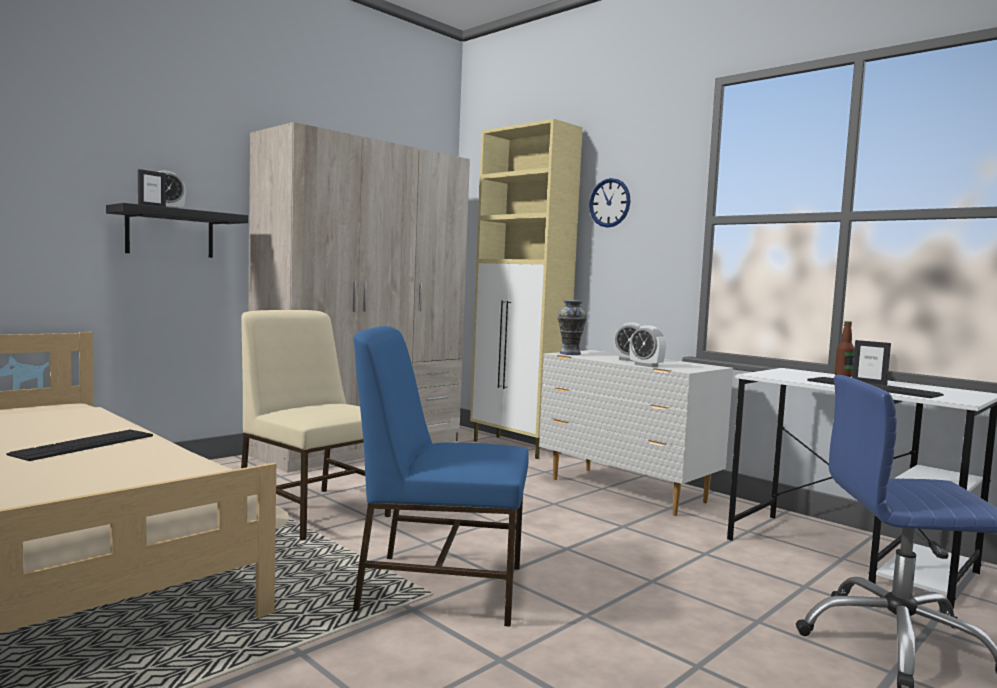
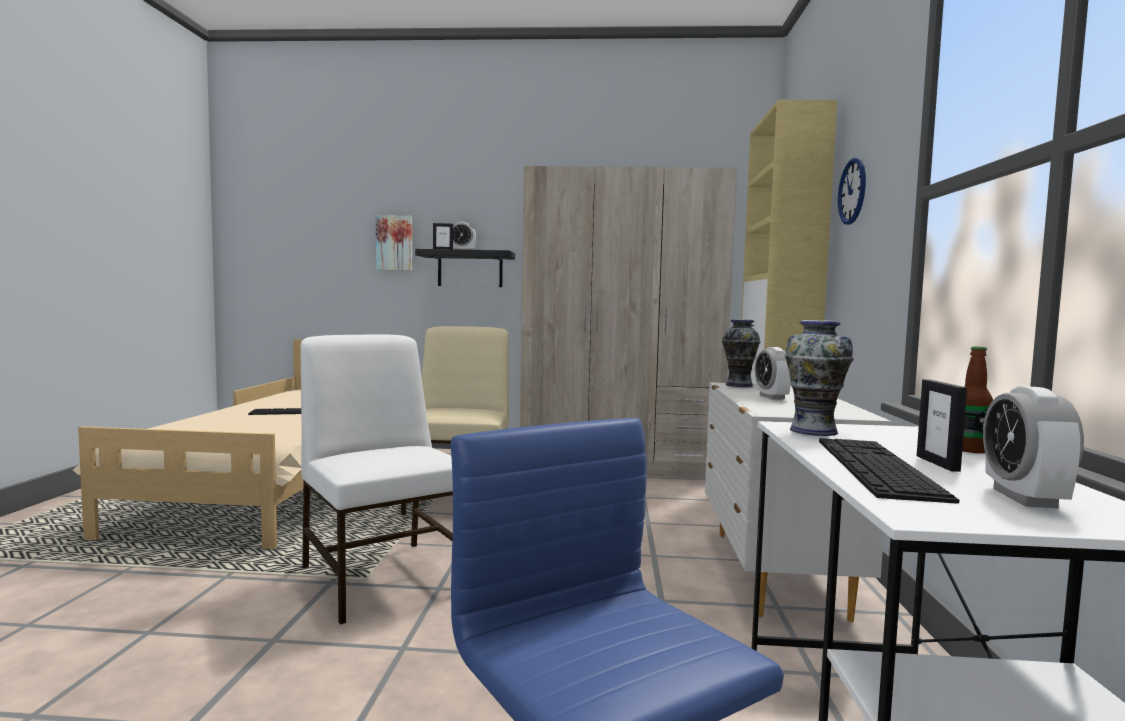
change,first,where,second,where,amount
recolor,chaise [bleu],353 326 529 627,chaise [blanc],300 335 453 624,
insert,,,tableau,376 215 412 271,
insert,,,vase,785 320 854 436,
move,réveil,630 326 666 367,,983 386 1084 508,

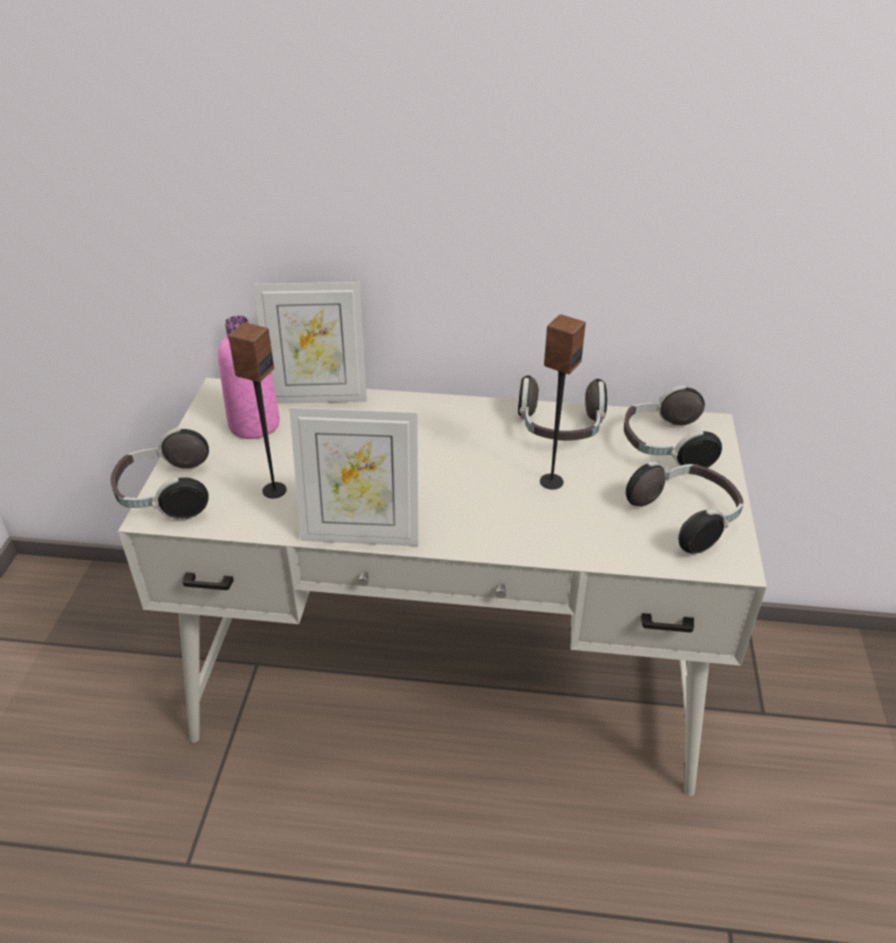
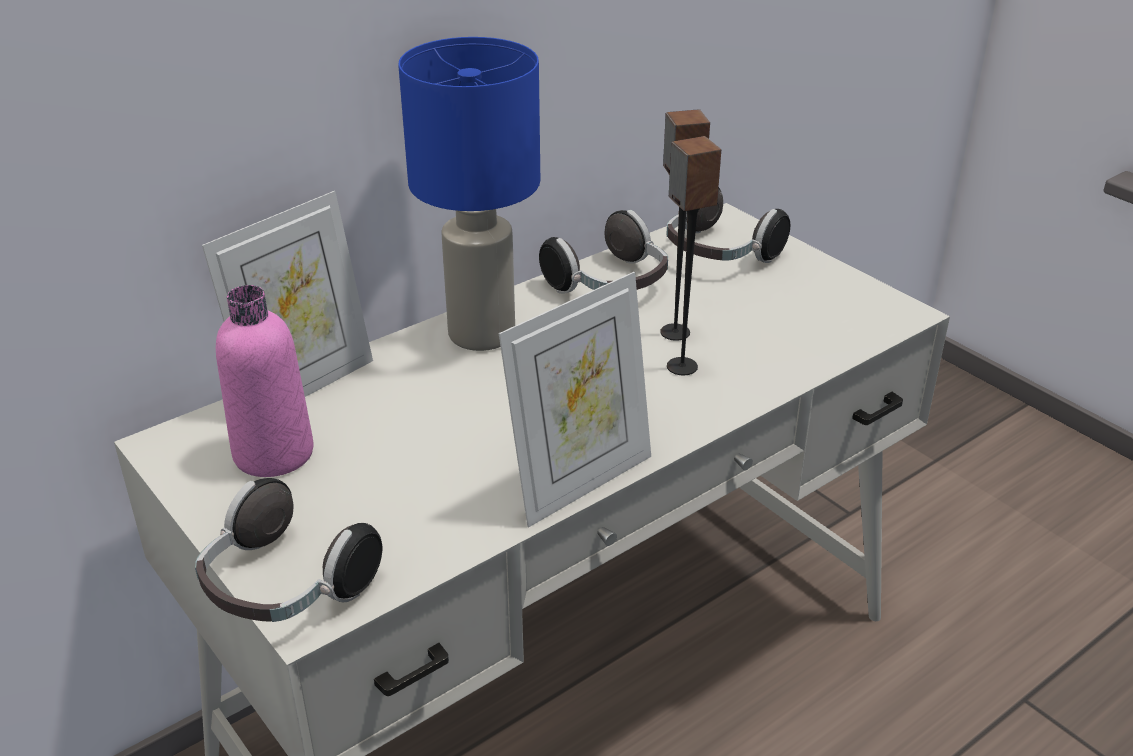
change,first,where,second,where,amount
insert,,,lampe de table [bleu],398 37 540 351,
move,enceinte,228 323 287 498,,667 136 721 375,
delete,casque audio,626 461 744 554,,,

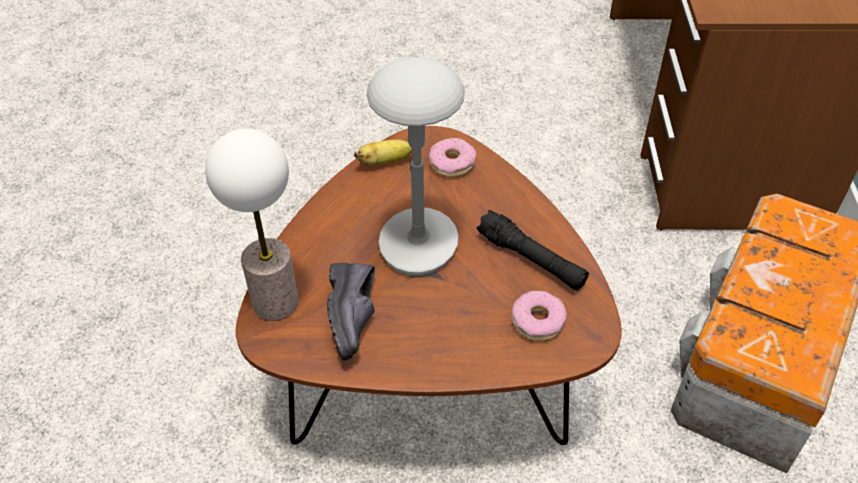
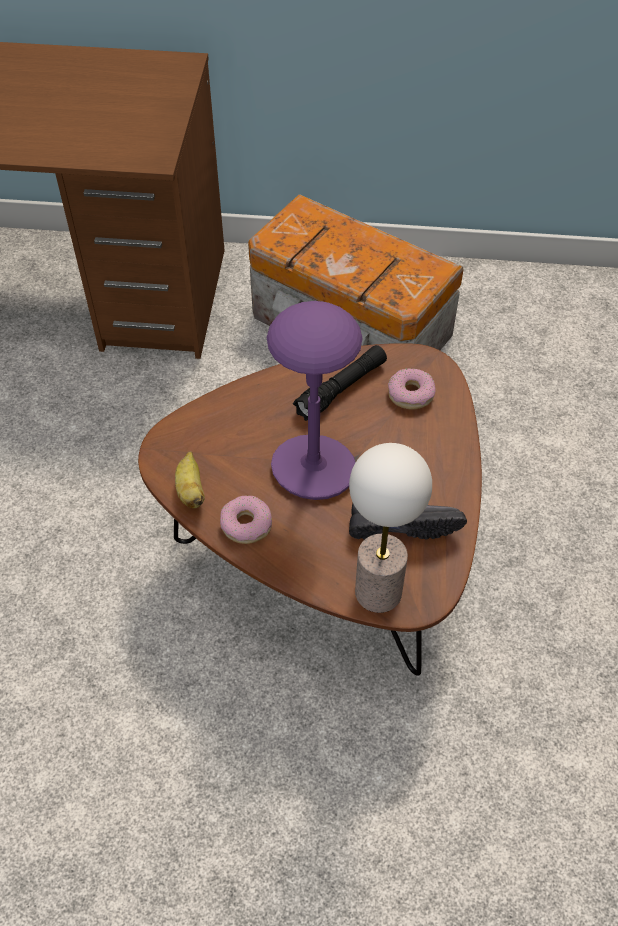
change,first,where,second,where,amount
move,beignet,429 138 476 177,,220 495 272 544,
recolor,lampe de table [gris],366 57 465 276,lampe de table [violet],266 301 363 500,

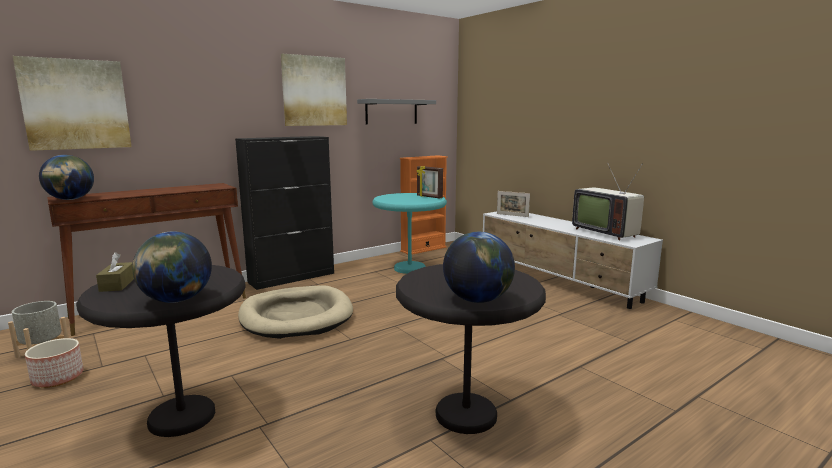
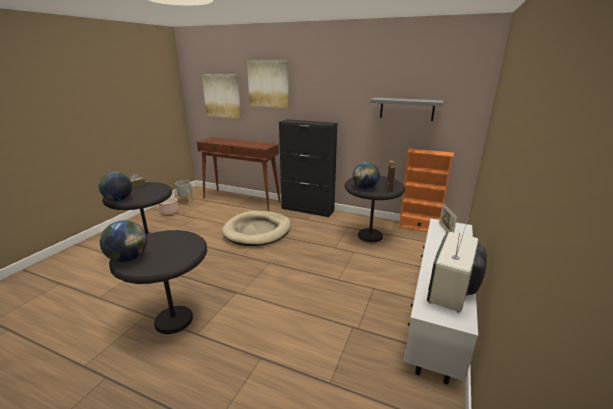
change,first,where,second,where,amount
move,tableau,281 54 347 126,,247 60 289 108,
recolor,table d'appoint [turquoise],373 193 447 274,table d'appoint [noir],345 176 405 242,
move,globe,39 155 94 200,,353 162 380 189,

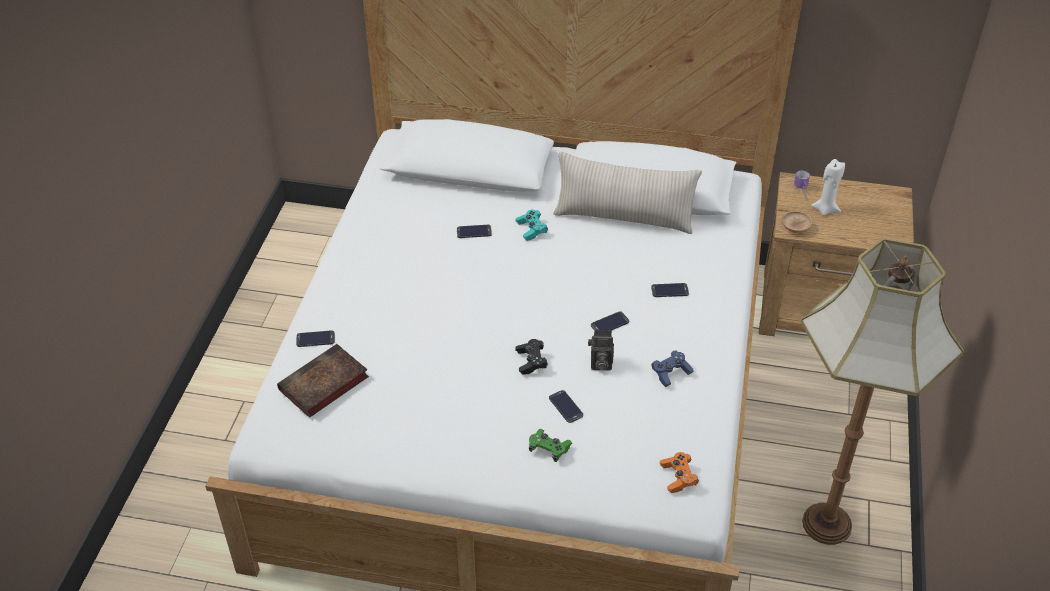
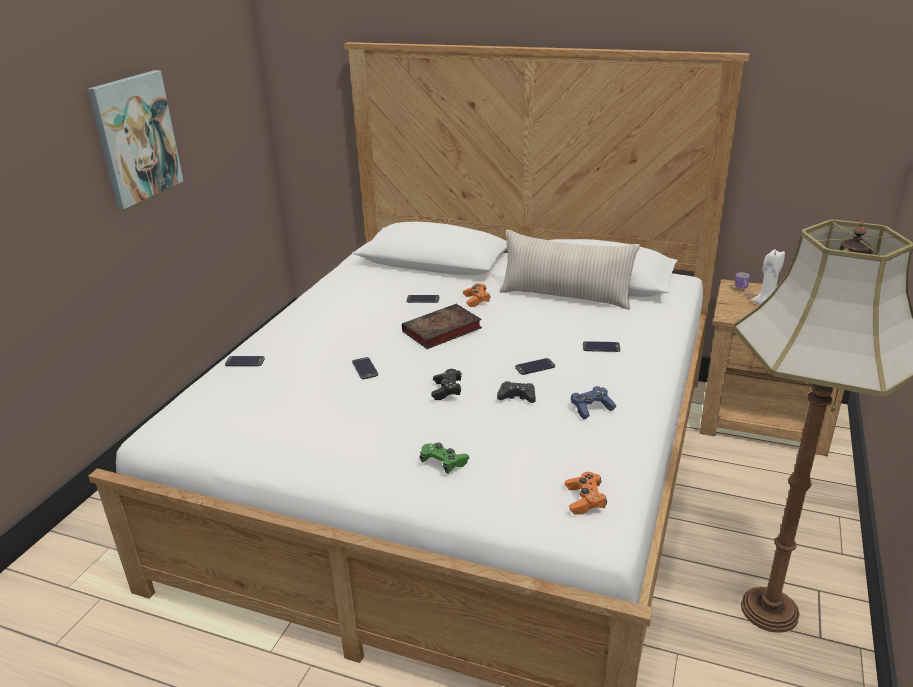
change,first,where,second,where,amount
insert,,,tableau,88 70 183 209,
move,téléphone,549 390 583 423,,352 357 378 379,
move,livre,277 344 369 418,,402 304 482 349,
recolor,manette [turquoise],515 210 548 241,manette [orange],463 283 490 307,
replace,appareil photo,588 330 614 370,manette [noir],497 381 535 403,
delete,bol [marron],782 211 812 233,,,

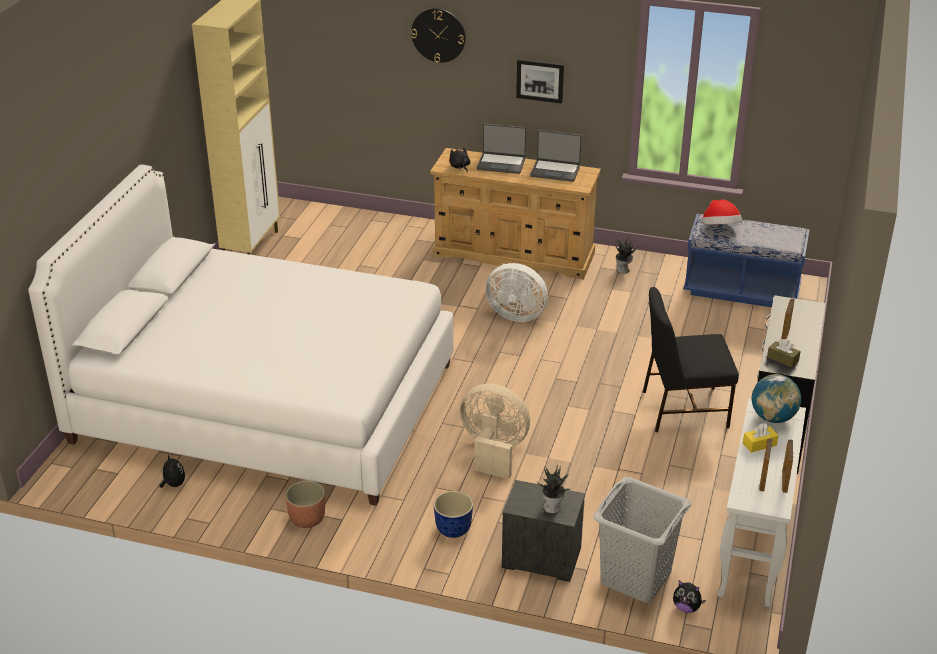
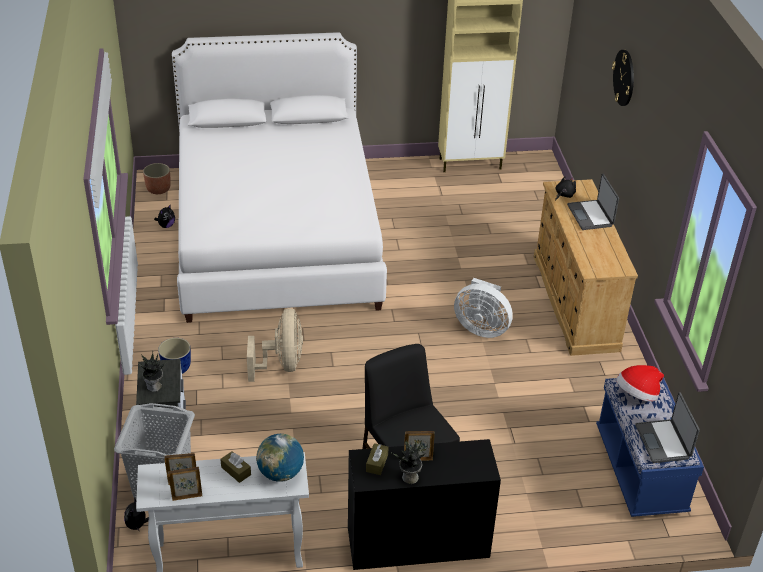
change,first,where,second,where,amount
move,cache-pot,285 481 325 528,,143 163 171 194,
recolor,boîte à mouchoirs [jaune],743 423 779 453,boîte à mouchoirs [marron],220 451 251 483,
move,plante en pot,615 236 639 274,,393 440 425 484,
rotate,ventilateur [blanc],486 263 548 322,,454 278 513 338,60 degrees counterclockwise
move,ordinateur portable,530 130 582 182,,635 392 700 463,
delete,tableau,516 59 564 104,,,

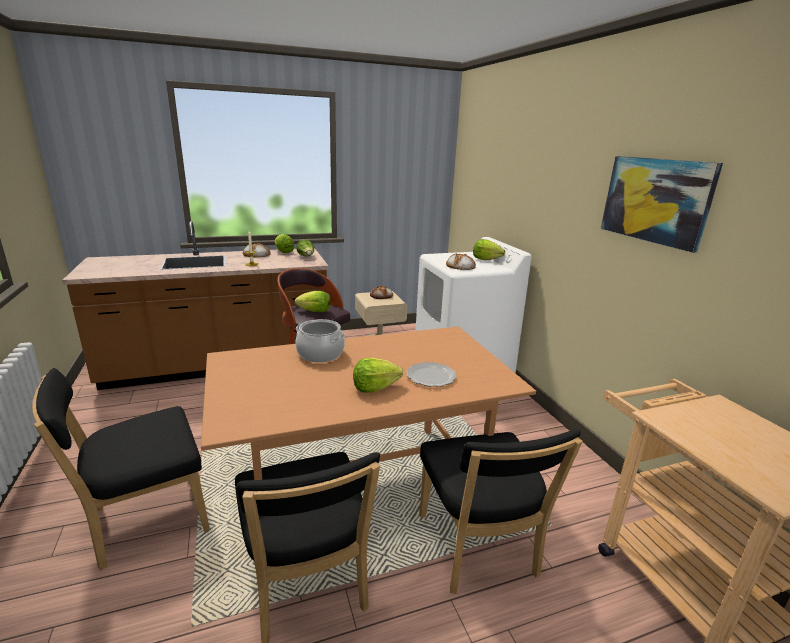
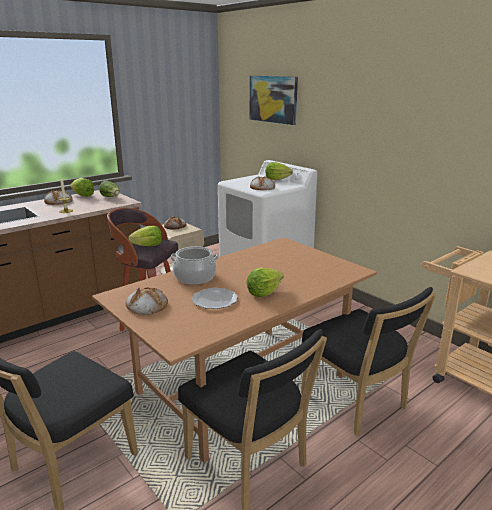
change,first,where,second,where,amount
insert,,,pain,126 287 168 315,
move,assiette,407 362 457 387,,192 288 238 309,
move,tableau,601 156 723 253,,249 76 298 125,

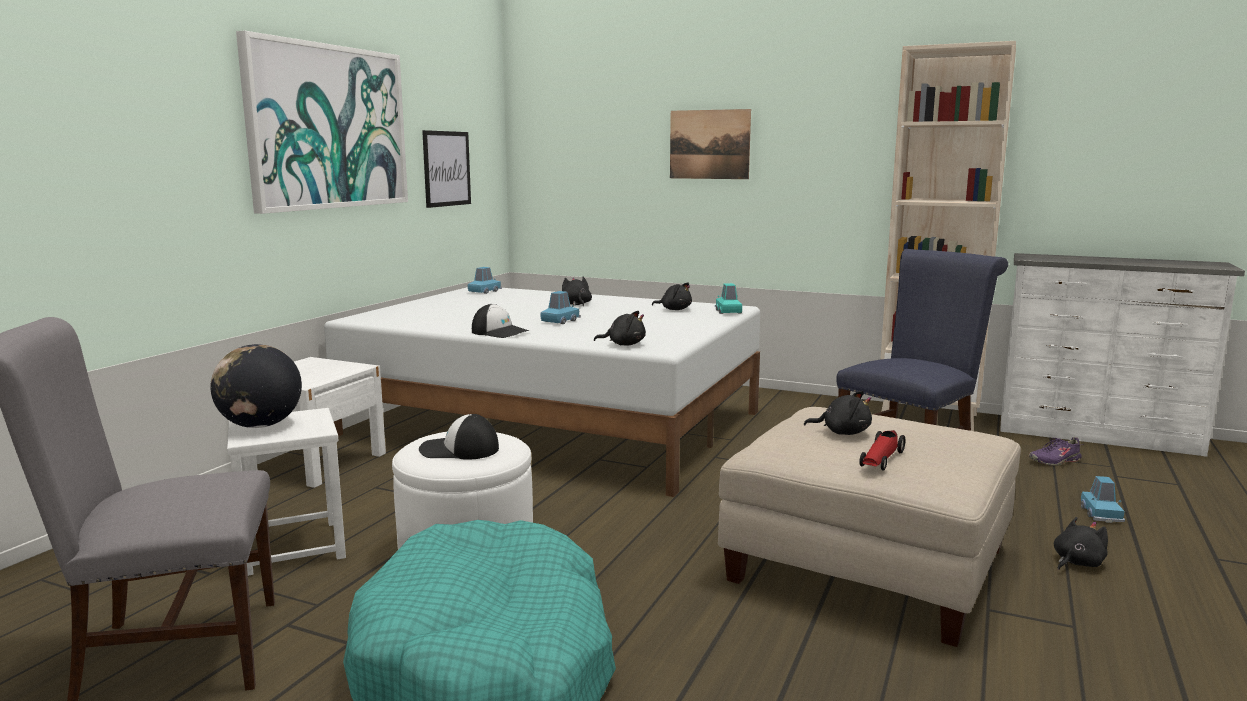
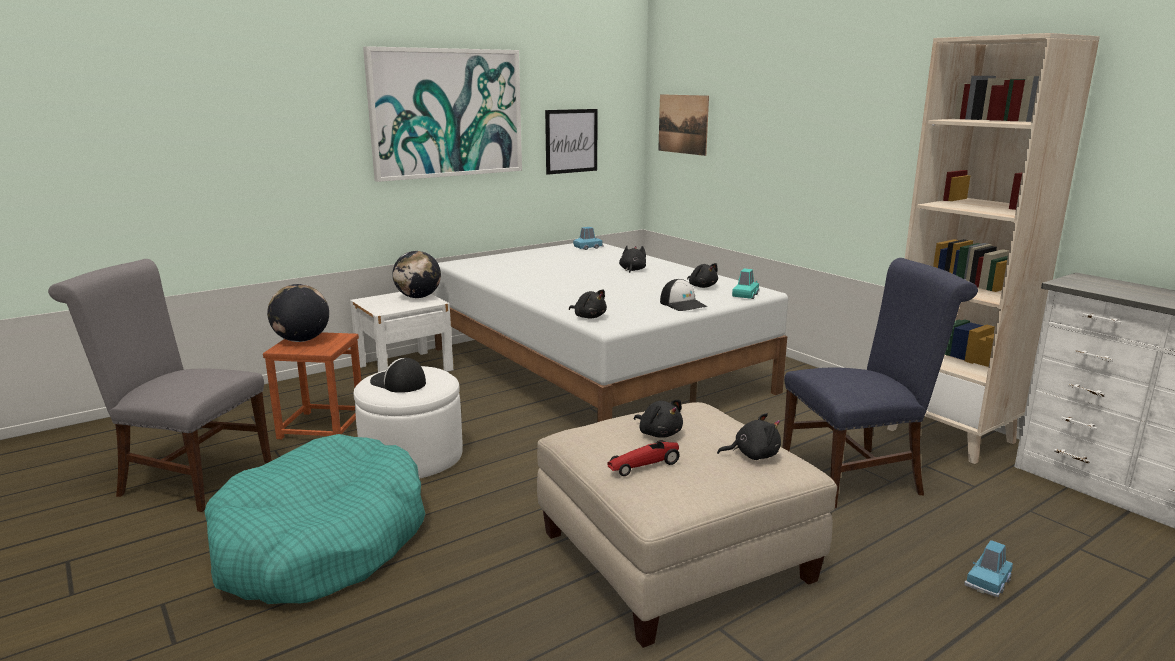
change,first,where,second,where,amount
recolor,tabouret [blanc],227 408 346 576,tabouret [marron],263 332 361 439,
insert,,,globe,392 251 441 298,
move,tableau,670 109 751 179,,658 94 709 156,
move,casquette,472 304 529 338,,660 279 707 311,
move,peluche [noir],1054 517 1108 570,,717 413 781 460,
delete,petite voiture [bleu],541 291 581 324,,,
delete,chaussure [violet],1029 437 1084 466,,,

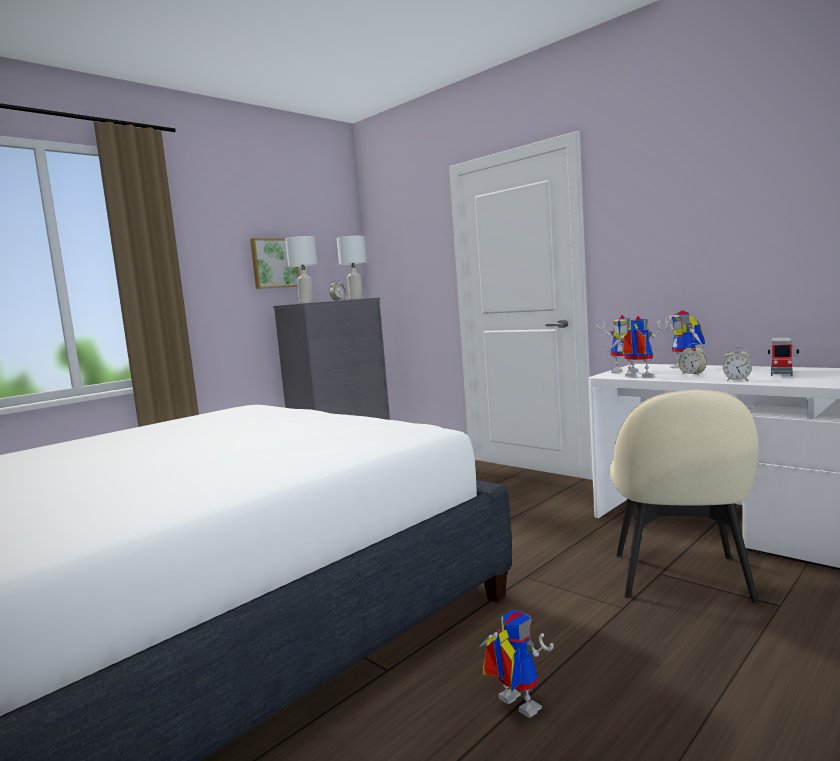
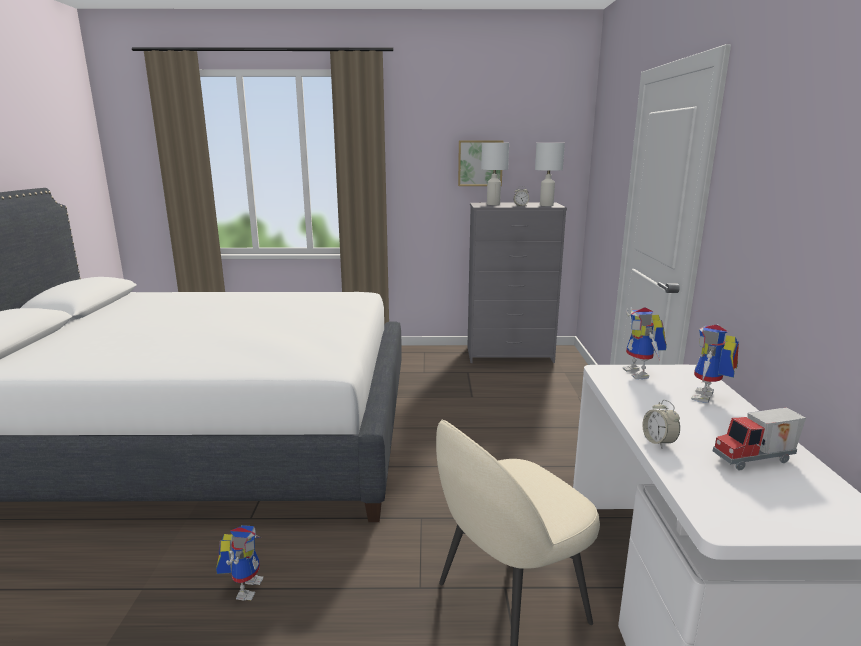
change,first,where,second,where,amount
delete,robot jouet,607 316 668 377,,,
delete,réveil,679 343 707 374,,,

